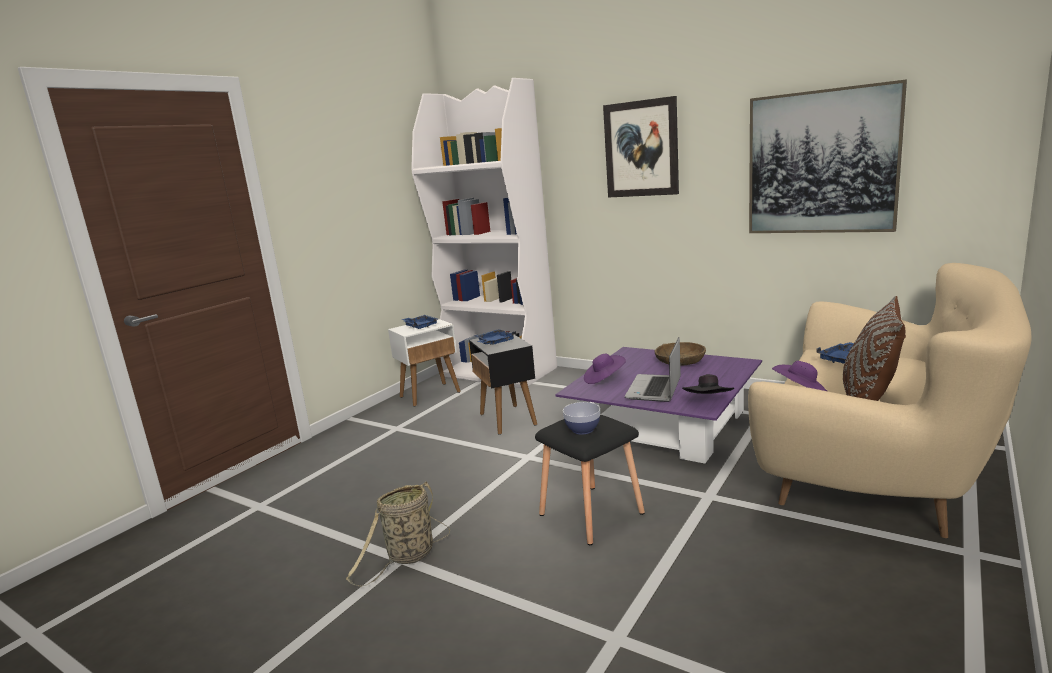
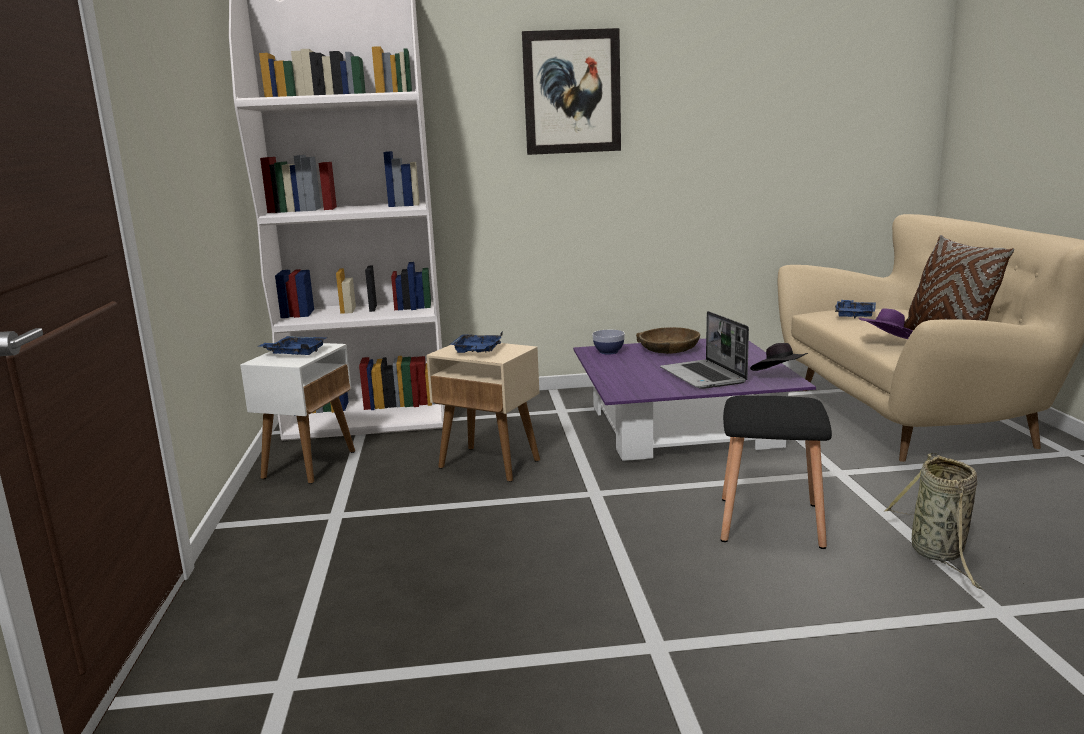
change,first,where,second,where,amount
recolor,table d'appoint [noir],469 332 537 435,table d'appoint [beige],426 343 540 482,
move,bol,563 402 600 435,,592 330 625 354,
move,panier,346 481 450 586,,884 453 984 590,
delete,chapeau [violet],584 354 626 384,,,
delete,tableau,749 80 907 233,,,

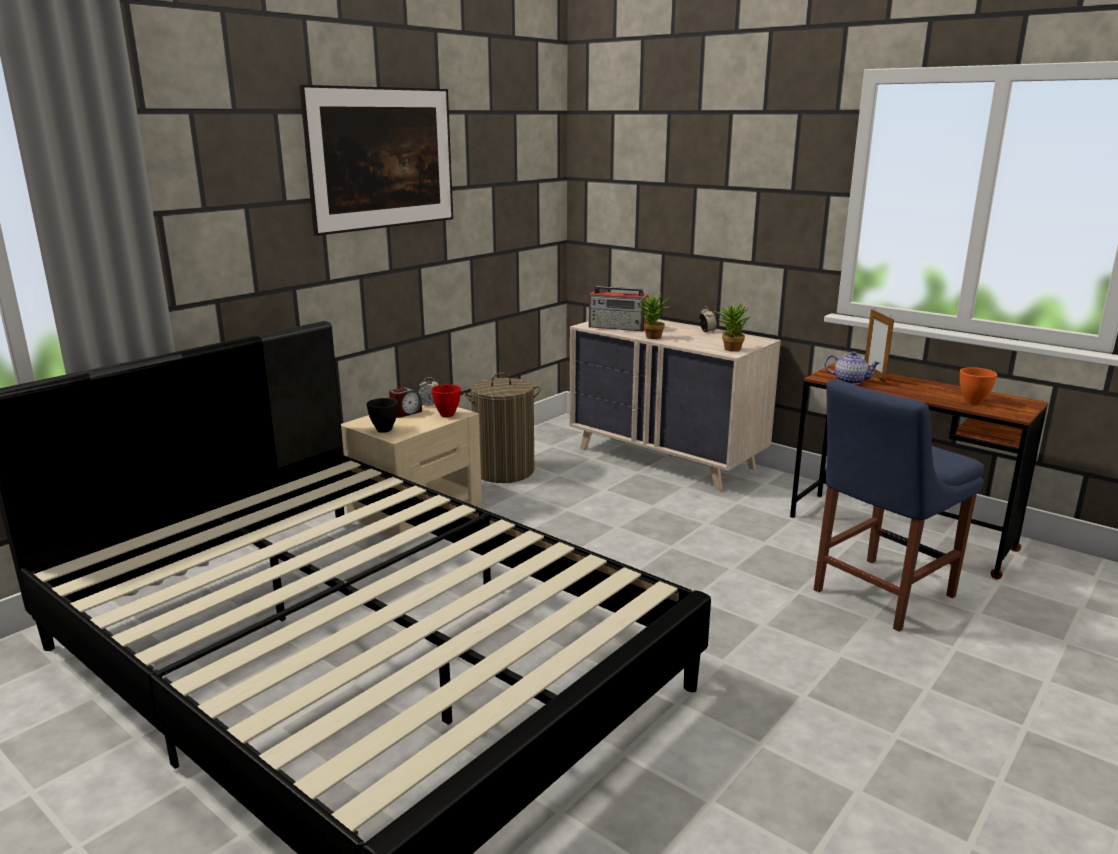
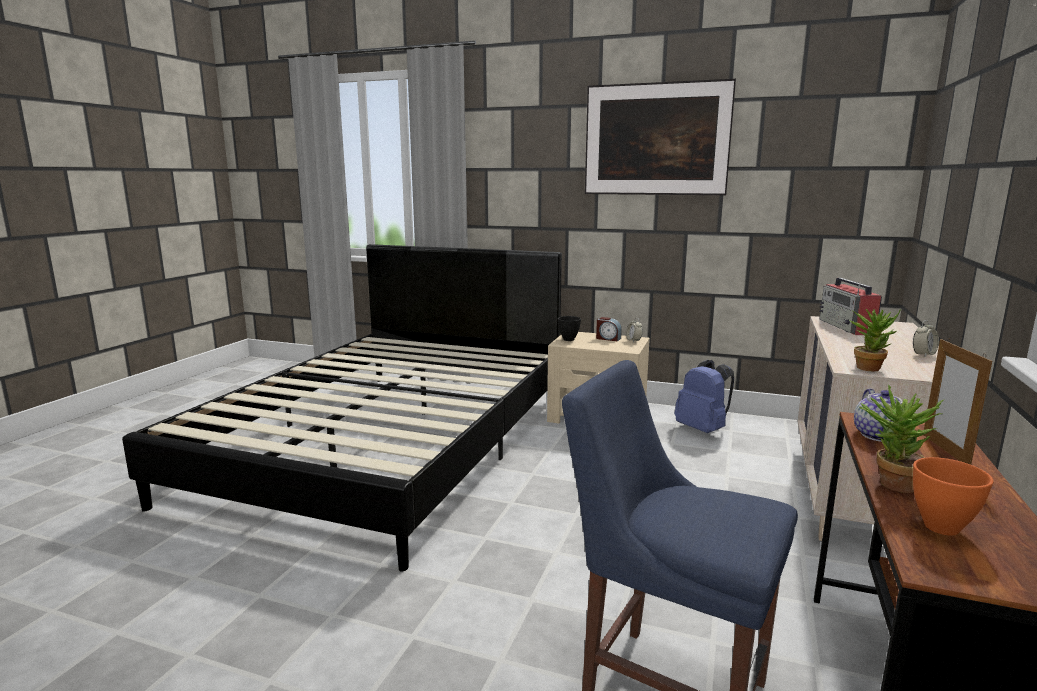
change,first,where,second,where,amount
replace,panier à linge,463 373 541 483,sac à dos [bleu],674 360 734 433,
move,plante en pot,639 293 670 339,,860 385 945 493,
rotate,cadre photo,865 308 894 383,,924 338 992 465,60 degrees counterclockwise
delete,bol [rouge],431 384 461 417,,,

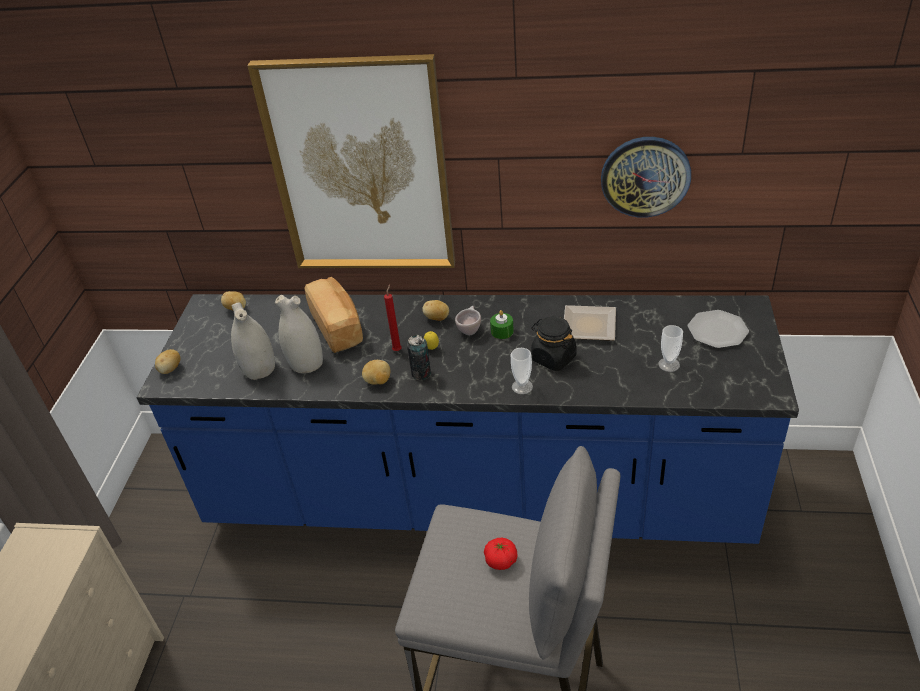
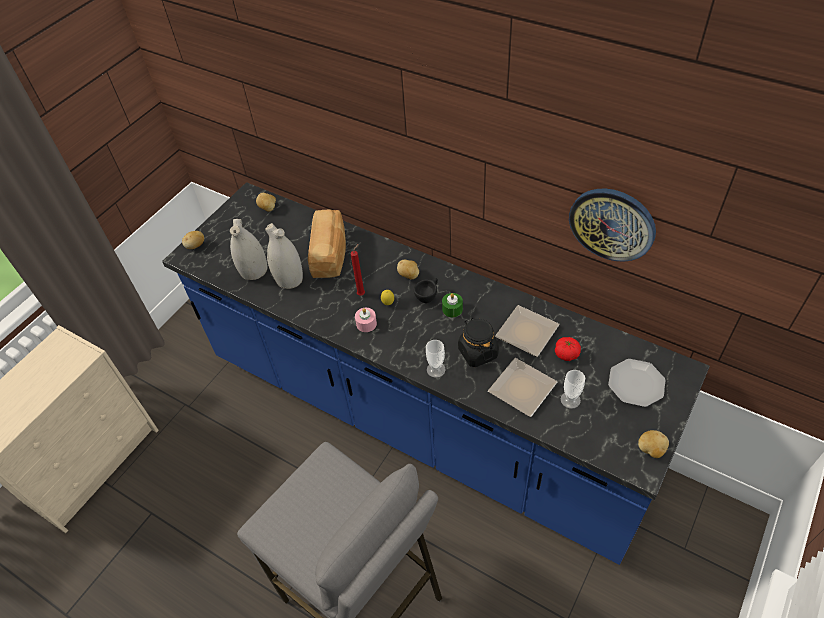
change,first,where,second,where,amount
replace,boîte métallique,407 335 431 380,bougie [rose],355 308 377 332,
recolor,tasse [beige],455 306 481 335,tasse [noir],414 278 438 303,
insert,,,assiette,488 358 557 417,
move,tomate,484 538 518 570,,555 337 581 361,
move,pomme de terre,362 360 390 385,,638 430 669 458,
delete,tableau,247 54 455 268,,,

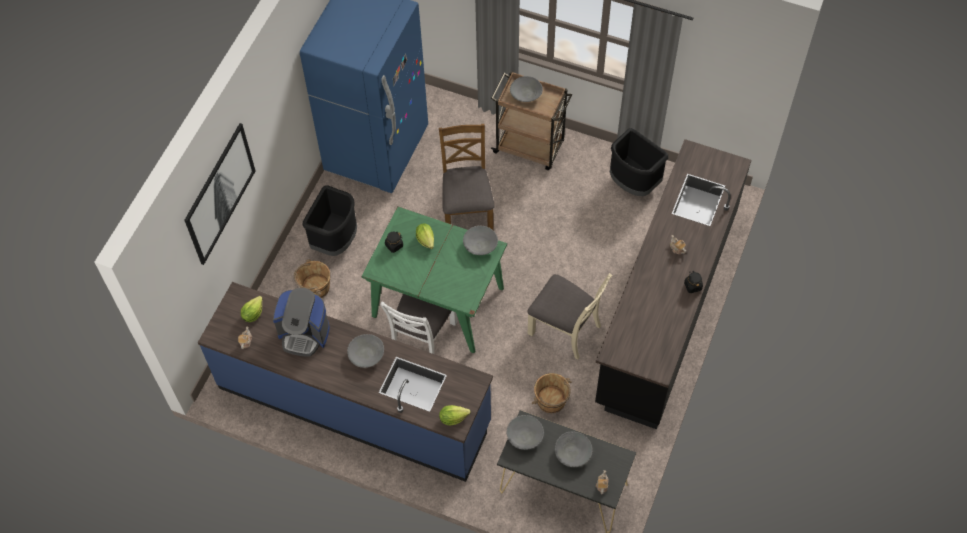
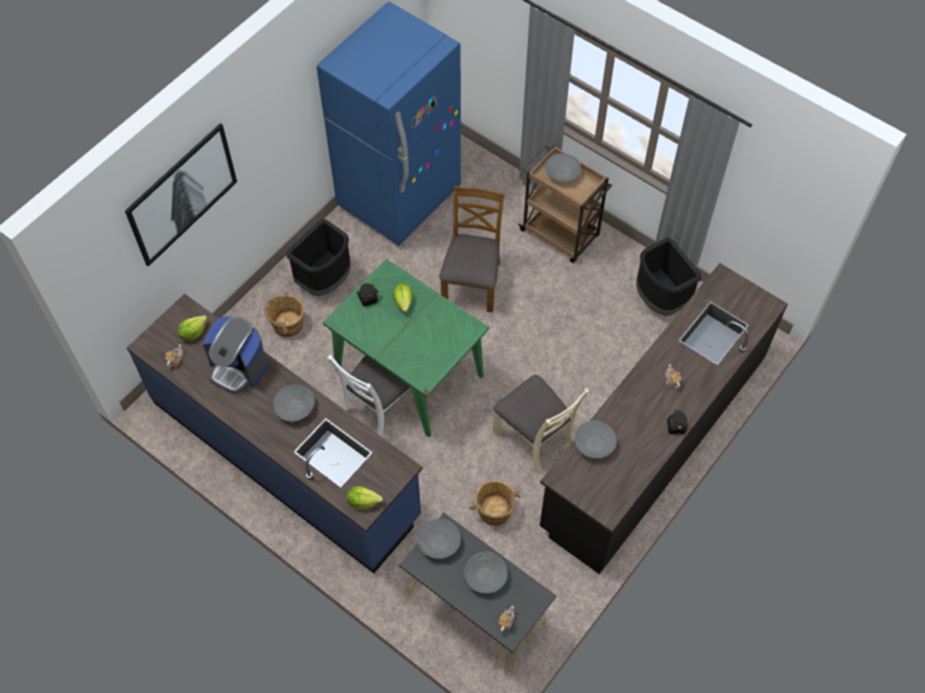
change,first,where,second,where,amount
move,bol [gris],463 225 498 255,,575 420 617 458,

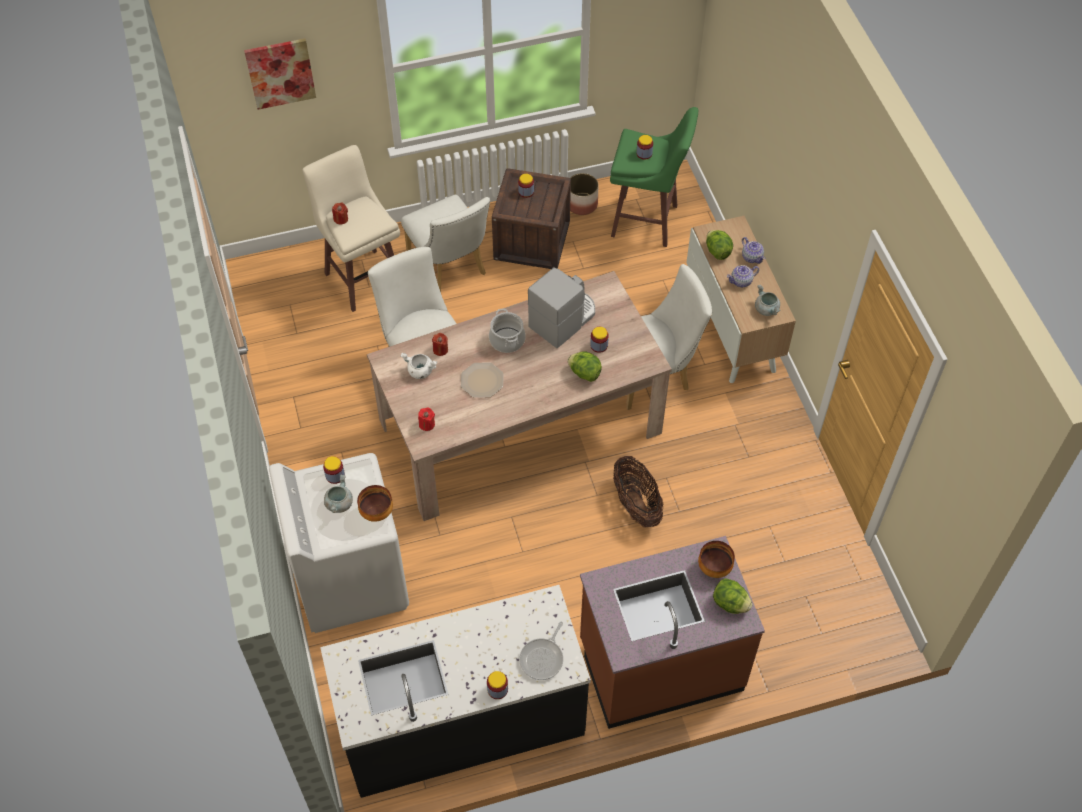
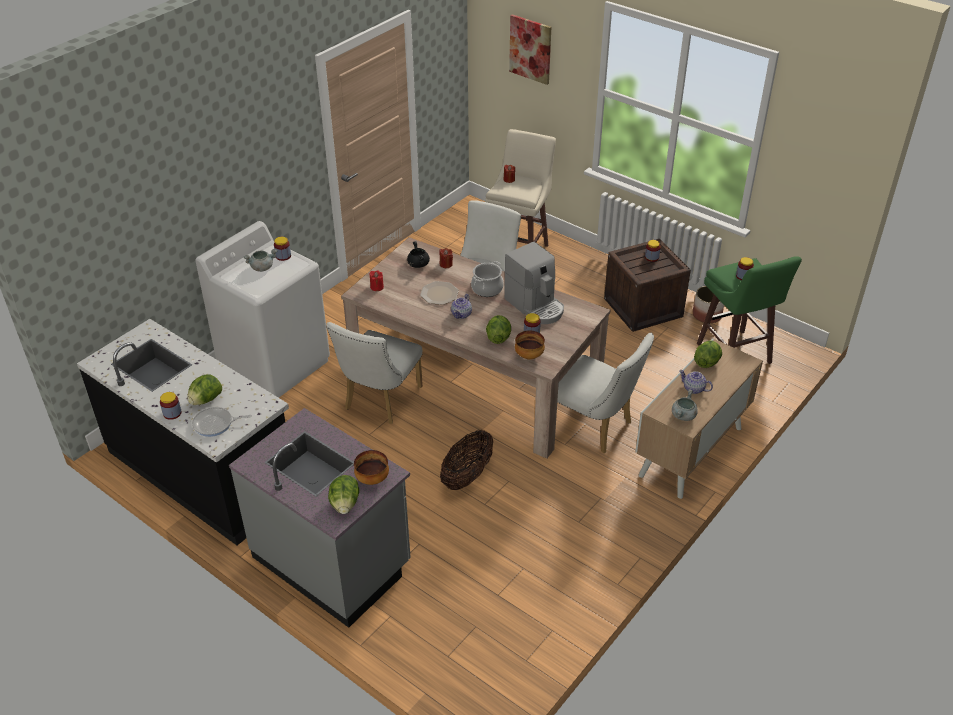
change,first,where,second,where,amount
insert,,,laitue,187 374 222 405,
recolor,comptoir de cuisine [marron],580 536 765 729,comptoir de cuisine [gris],229 408 411 628,
move,chaise [blanc],401 195 490 292,,326 322 423 424,
recolor,marmite [blanc],400 353 437 379,marmite [noir],407 241 430 268,
move,théière,742 237 765 264,,451 294 472 319,
rotate,machine à café,528 268 595 348,,505 242 564 324,45 degrees clockwise
move,bol,357 485 393 522,,515 330 545 360,

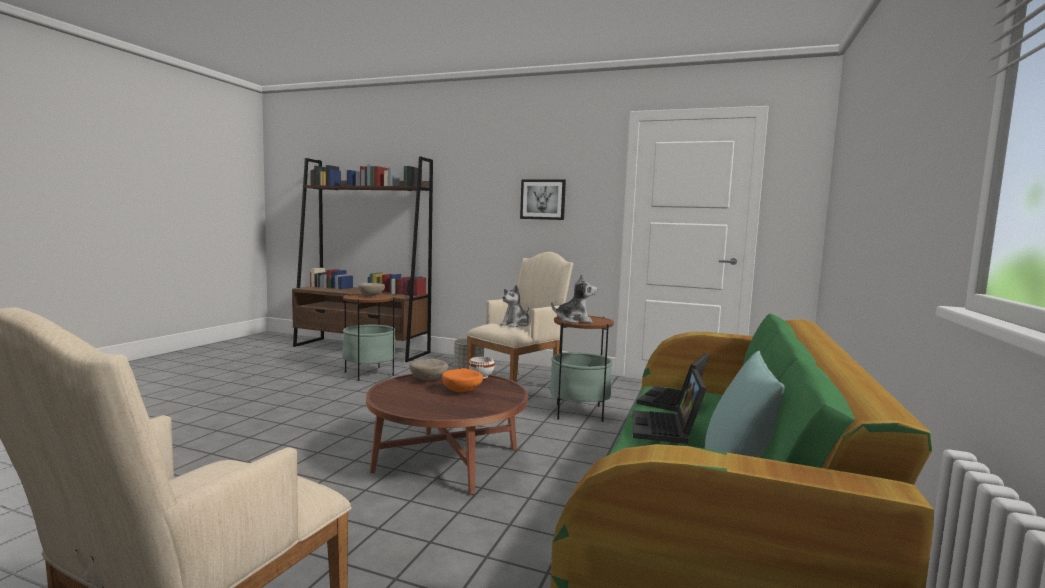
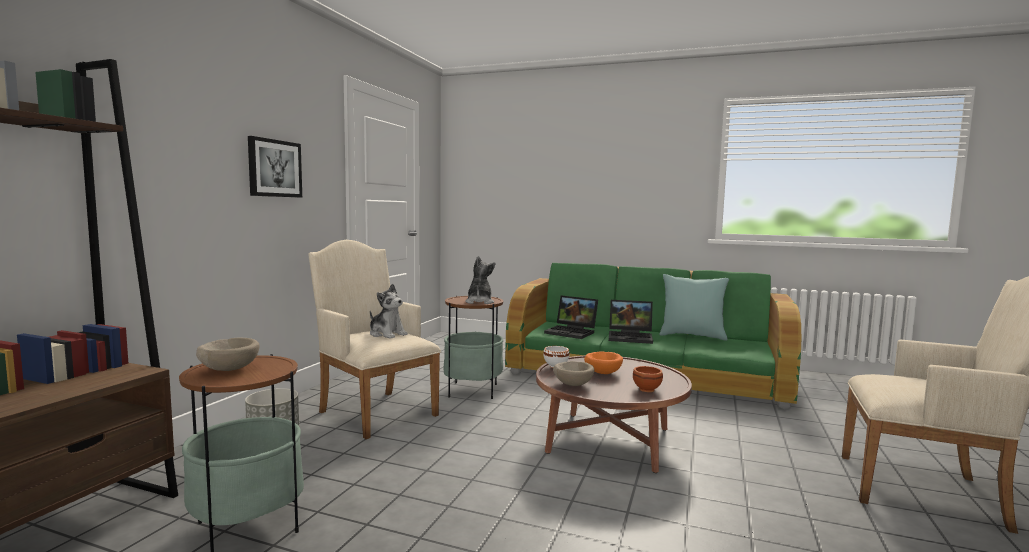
change,first,where,second,where,amount
insert,,,bol [marron],633 366 663 392,

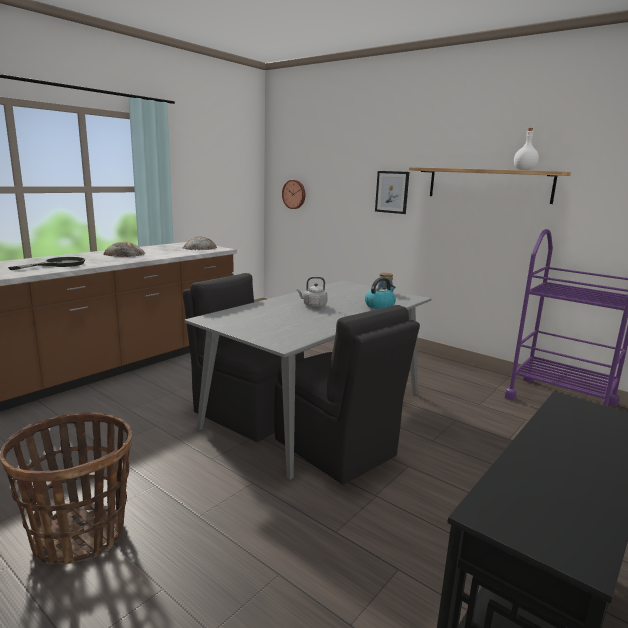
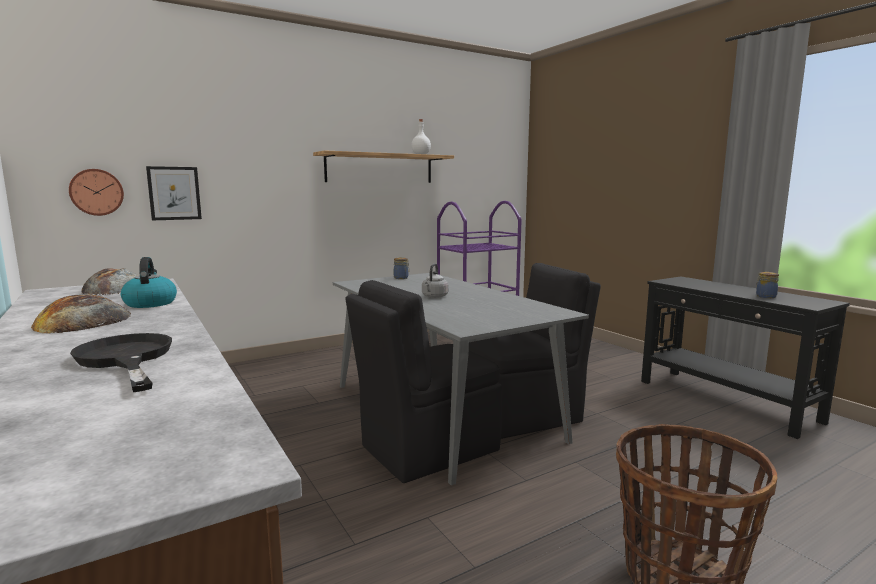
change,first,where,second,where,amount
move,bouilloire,365 277 396 309,,121 257 177 308,
move,tableau,375 171 409 214,,146 166 202 220,
insert,,,bocal,756 272 779 298,

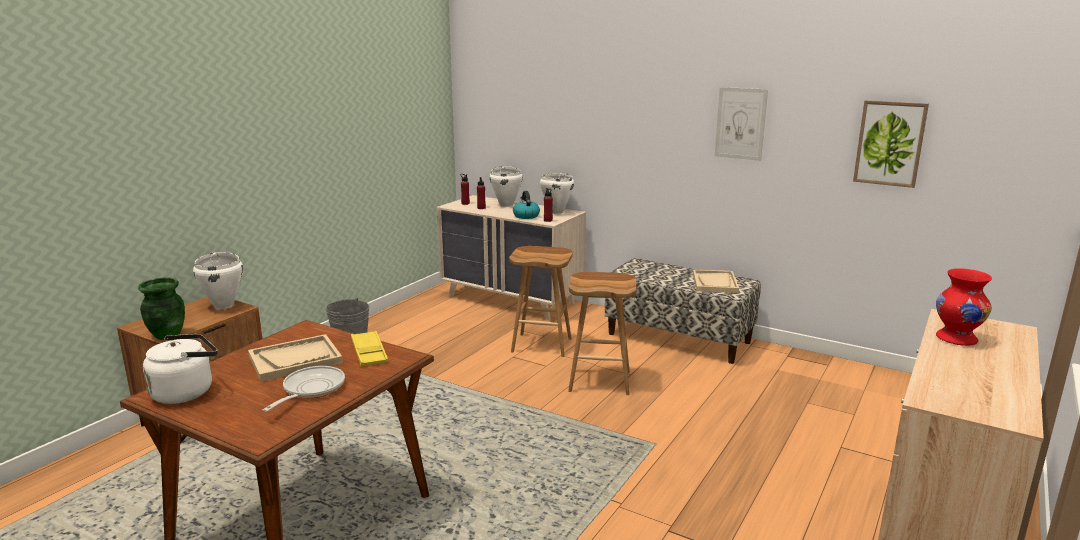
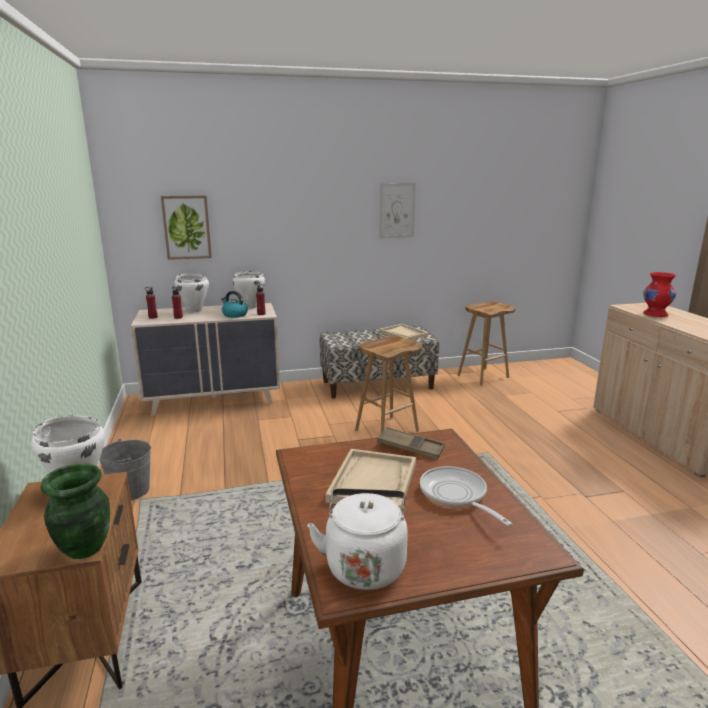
change,first,where,second,where,amount
move,tableau,853 100 929 188,,161 195 212 260,
recolor,plateau [jaune],351 331 388 367,plateau [marron],377 427 445 459,
move,tabouret [marron],509 246 573 357,,457 301 516 386,

